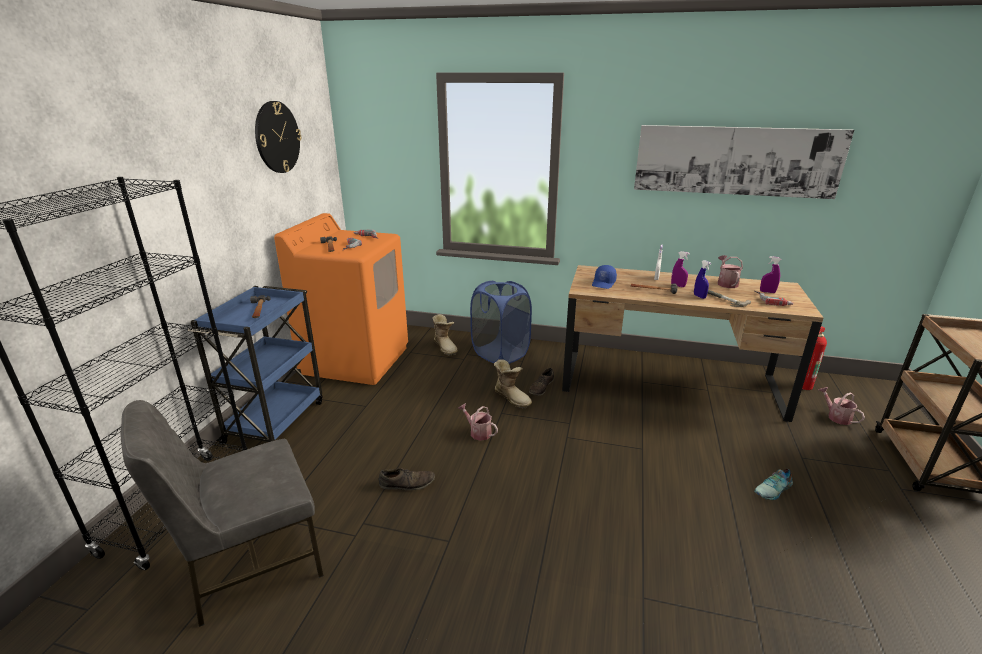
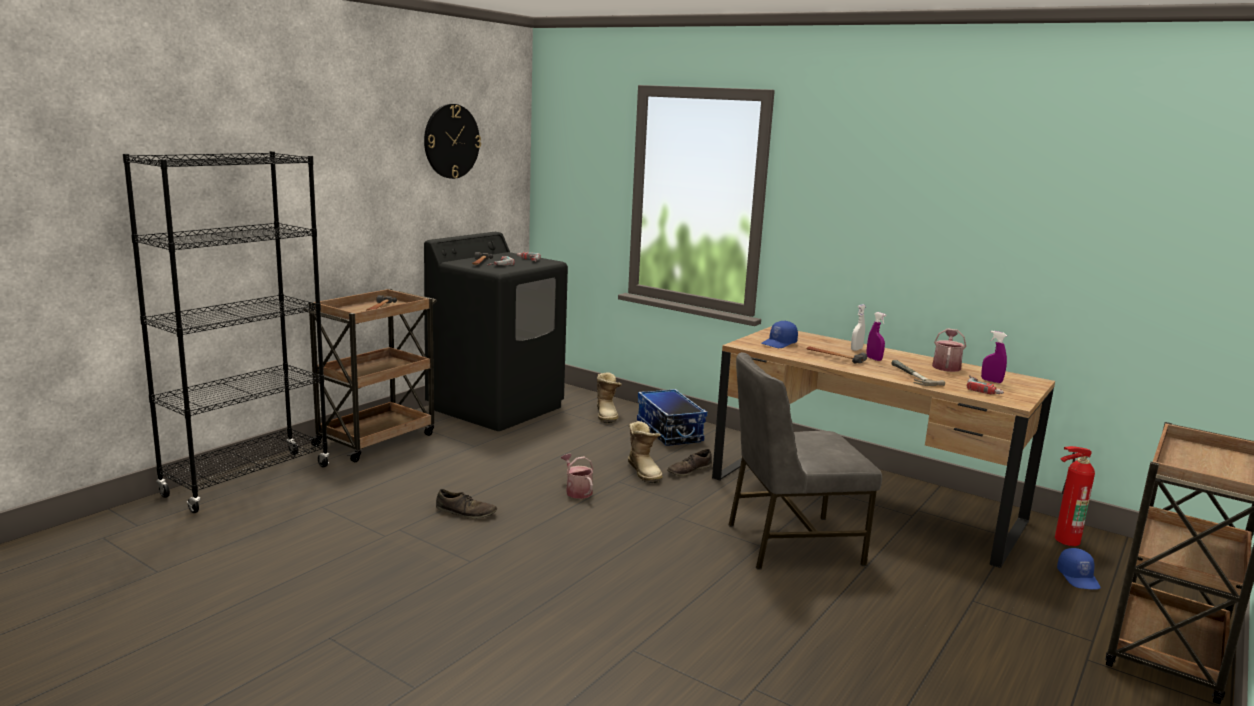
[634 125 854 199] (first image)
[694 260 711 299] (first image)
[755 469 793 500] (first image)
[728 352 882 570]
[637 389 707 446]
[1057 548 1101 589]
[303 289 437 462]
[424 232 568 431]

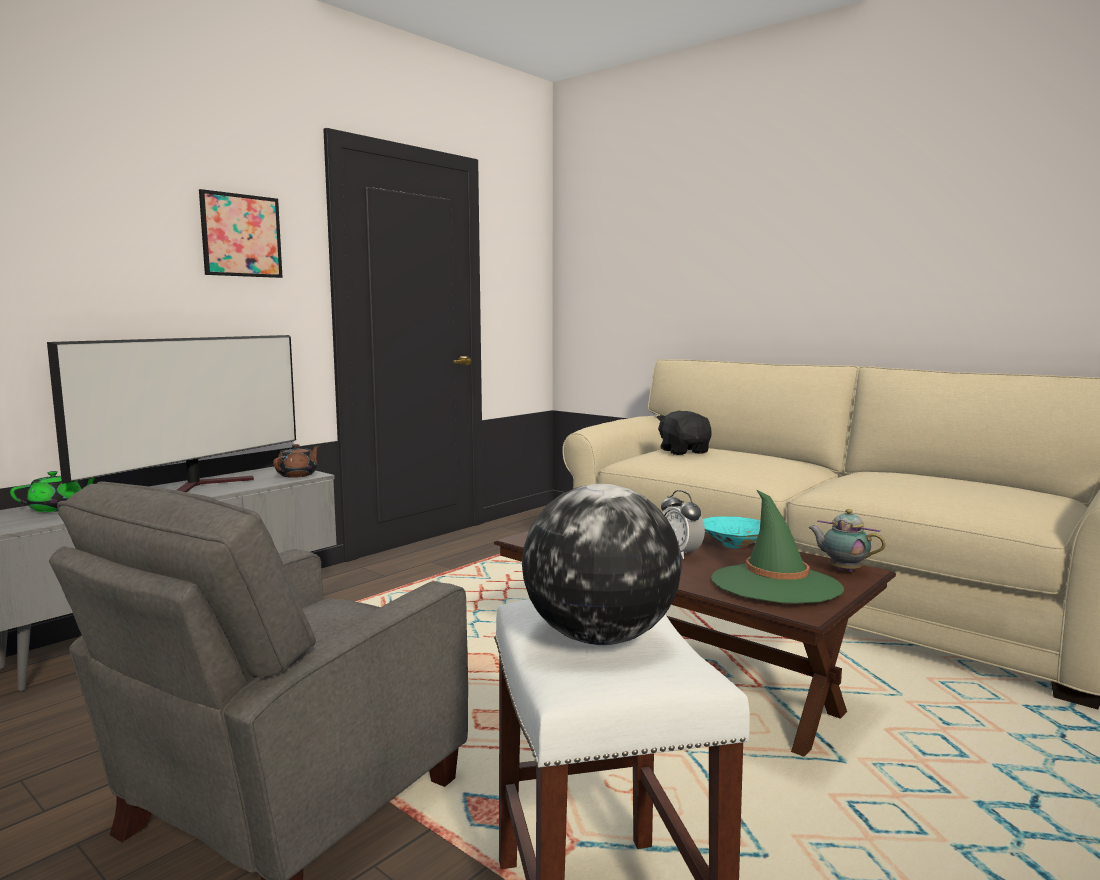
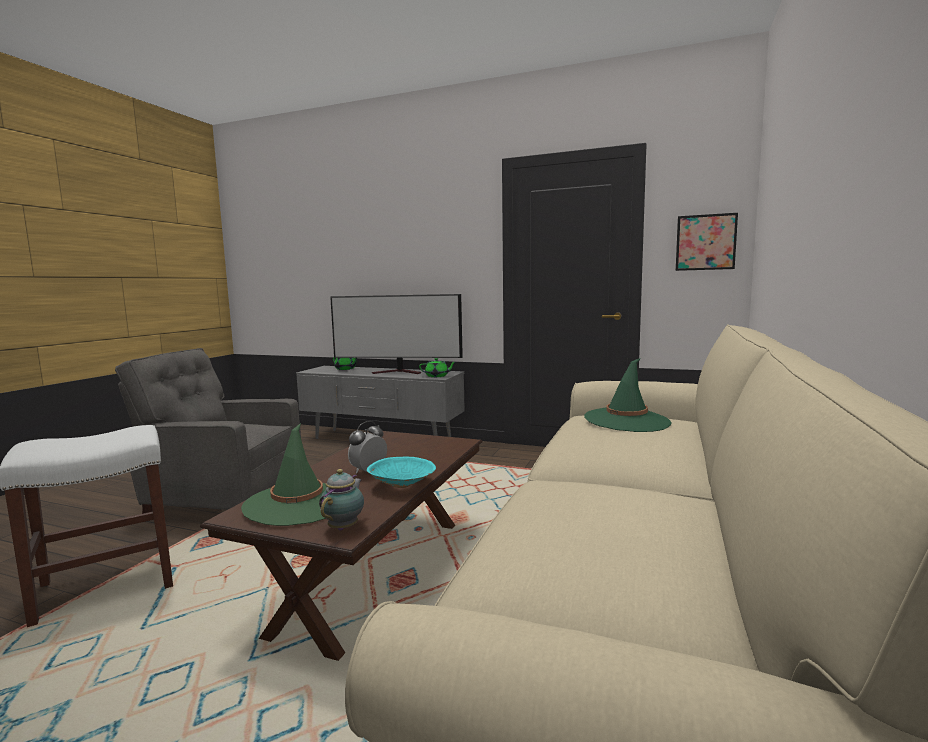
[522 484 682 645] (first image)
[676 213 738 271]
[584 358 671 432]
[419 358 455 377]

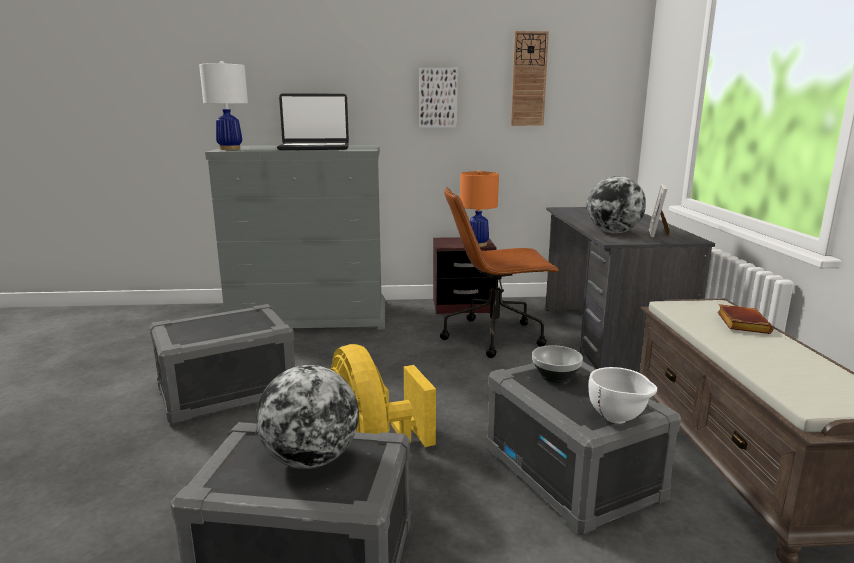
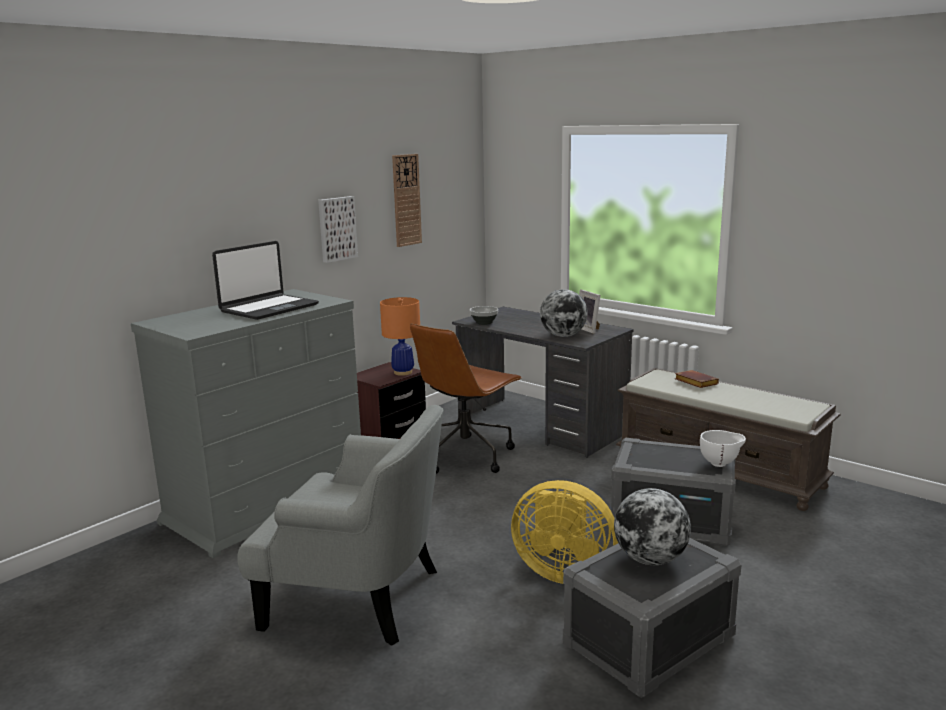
[199 61 248 150] (first image)
[470 306 498 325]
[237 405 443 646]

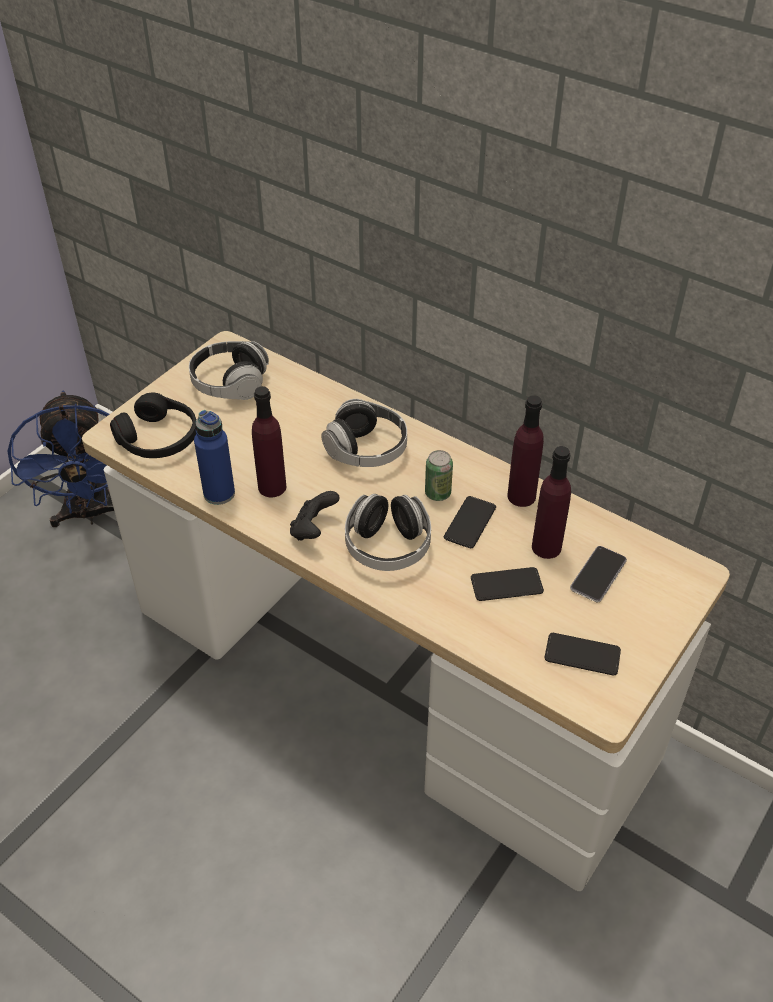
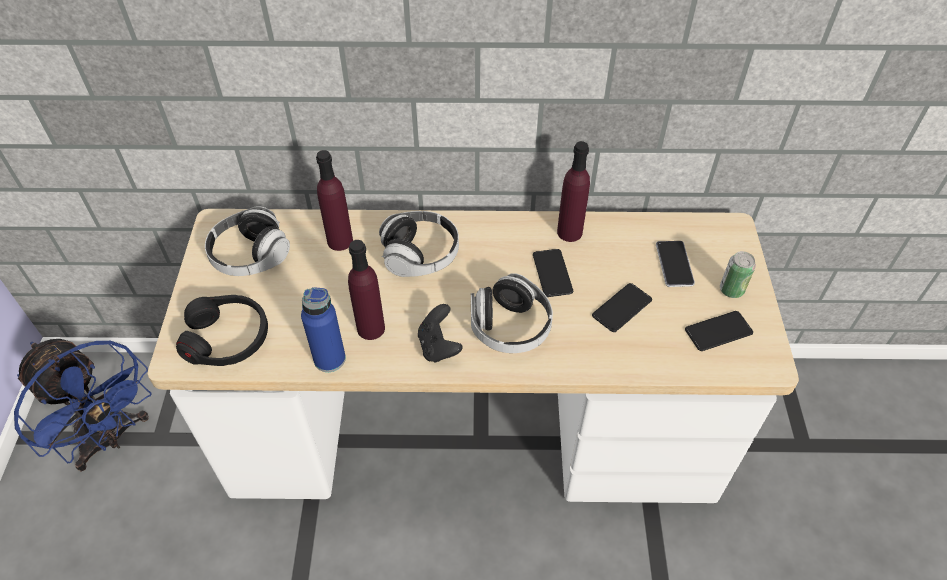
[720 251 756 298]
[316 150 353 251]

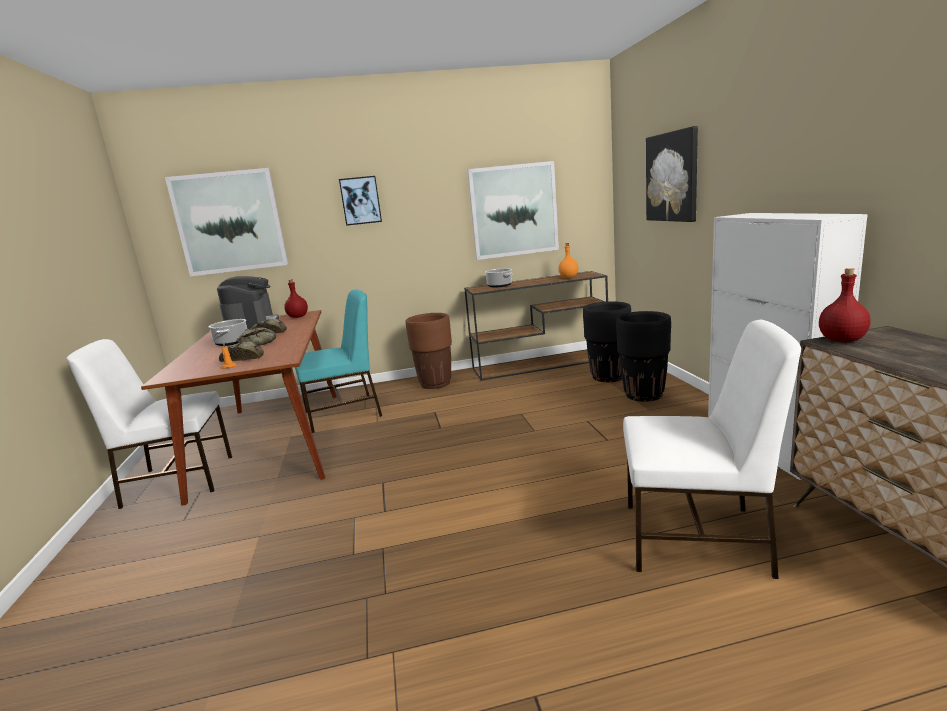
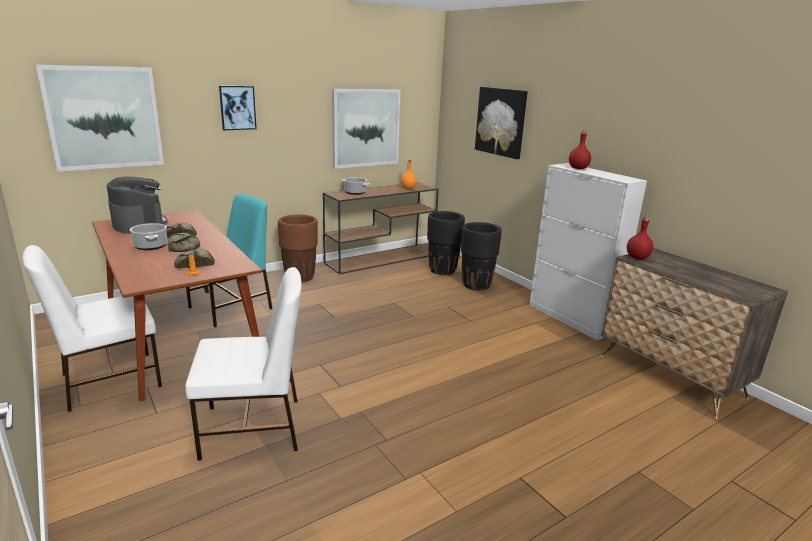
[569 130 591 169]
[185 267 301 461]

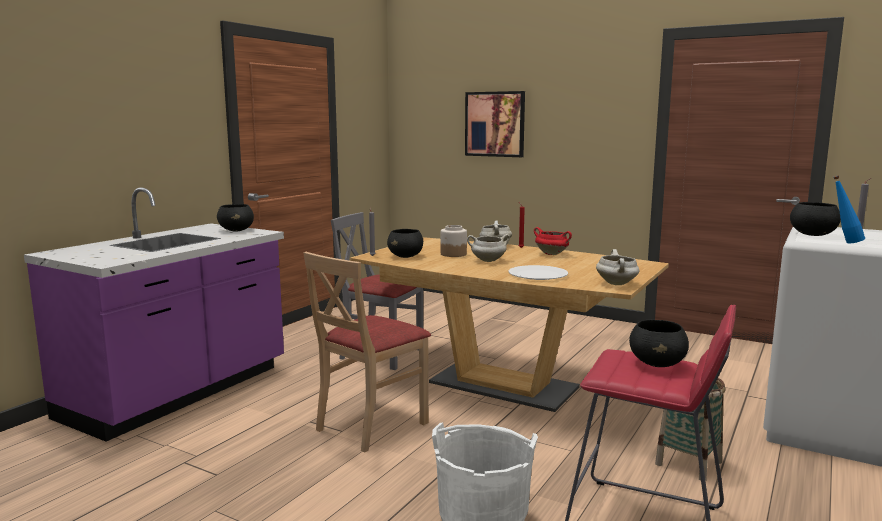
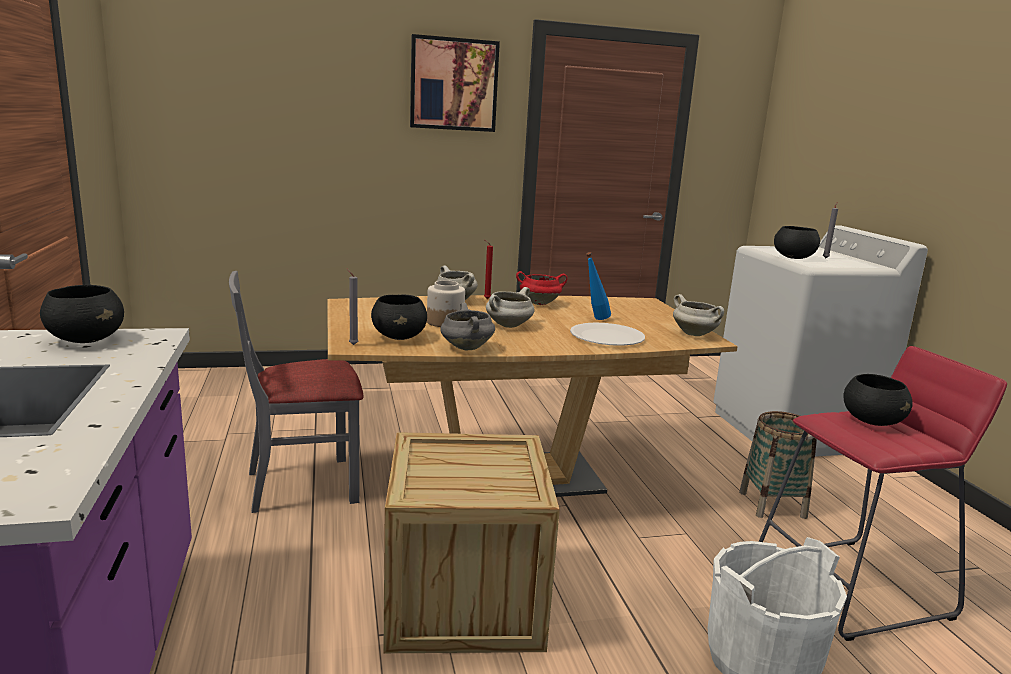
[440 303 495 350]
[410 34 500 132]
[586 252 611 320]
[383 432 560 653]

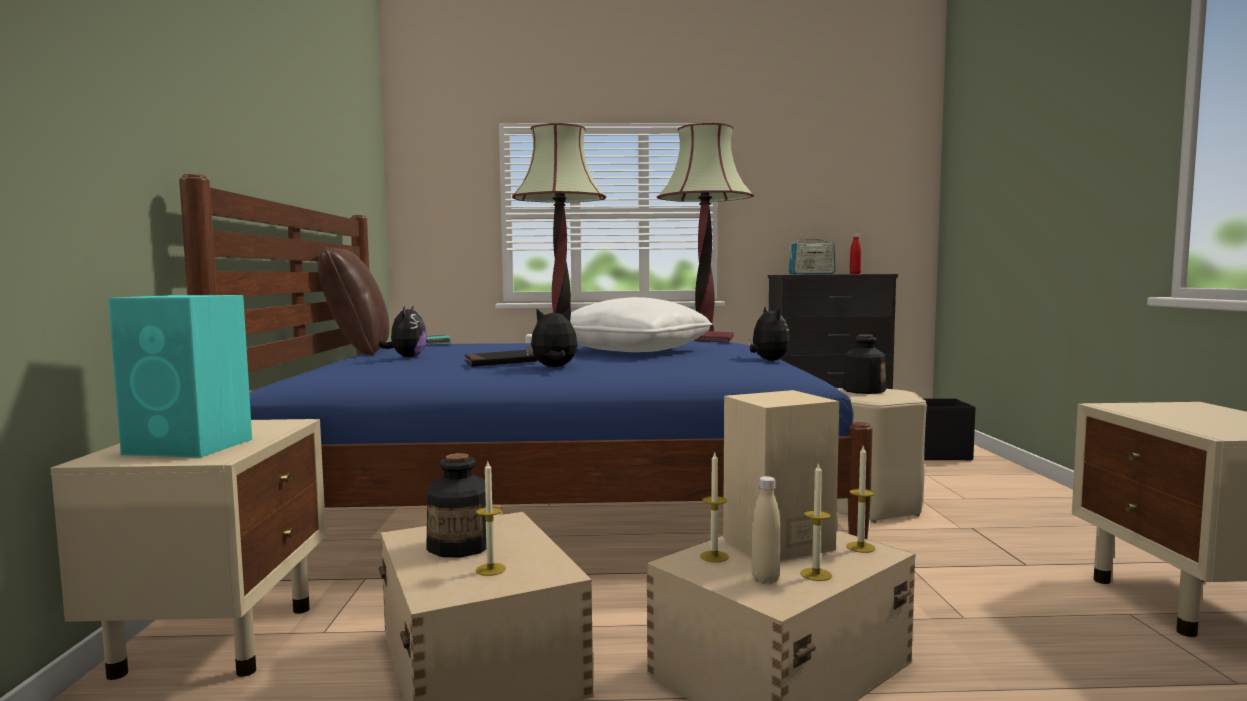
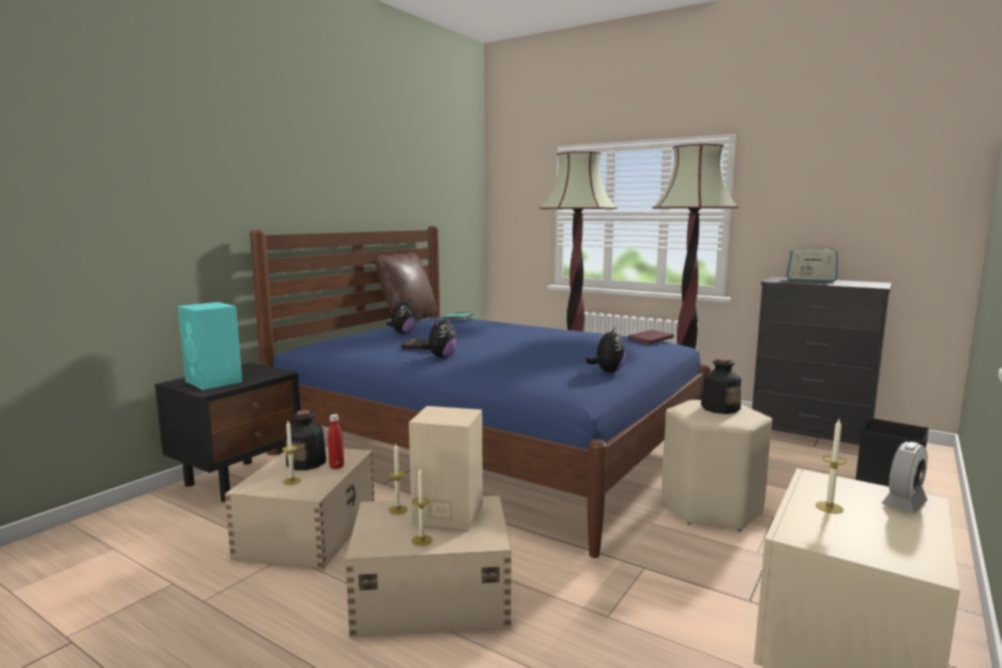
[570 297 712 352] (first image)
[751 476 780 584] (first image)
[882 442 928 513]
[815 419 847 514]
[328 414 344 469]
[155 363 301 502]
[422 316 458 358]

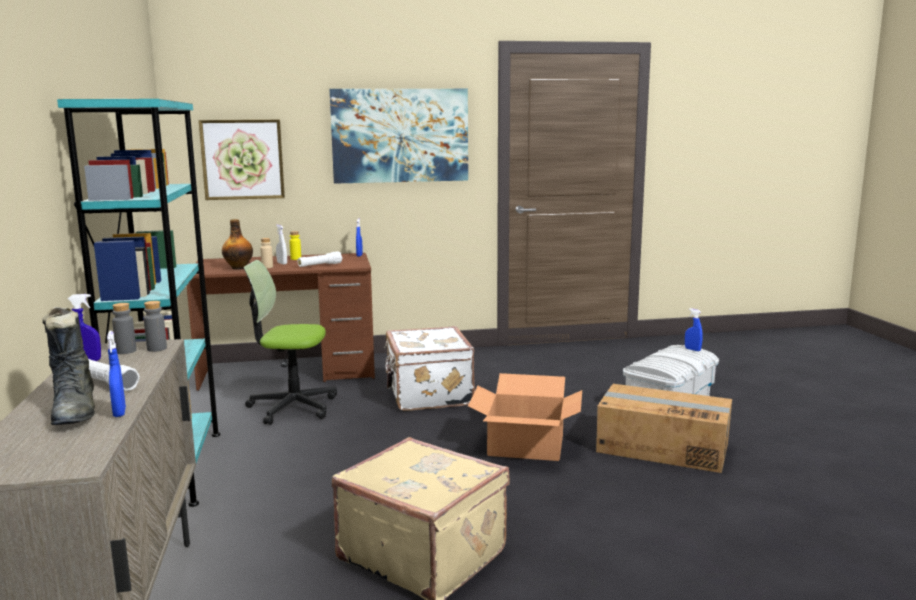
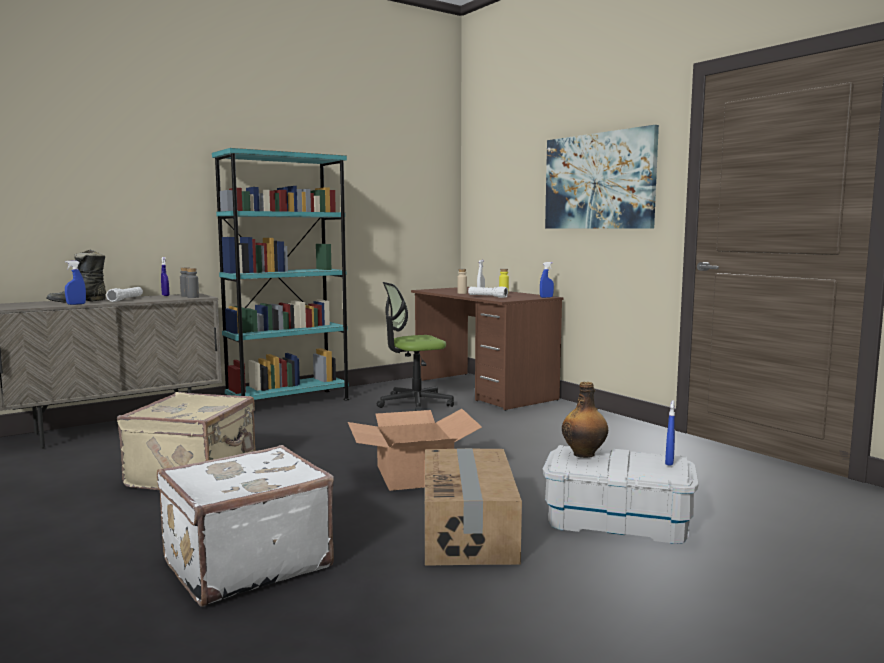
[199 120 285 200] (first image)
[562 382 608 458]
[157 445 334 607]
[377 282 454 411]

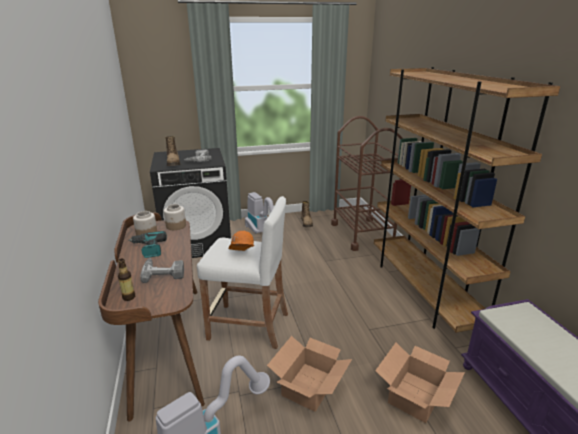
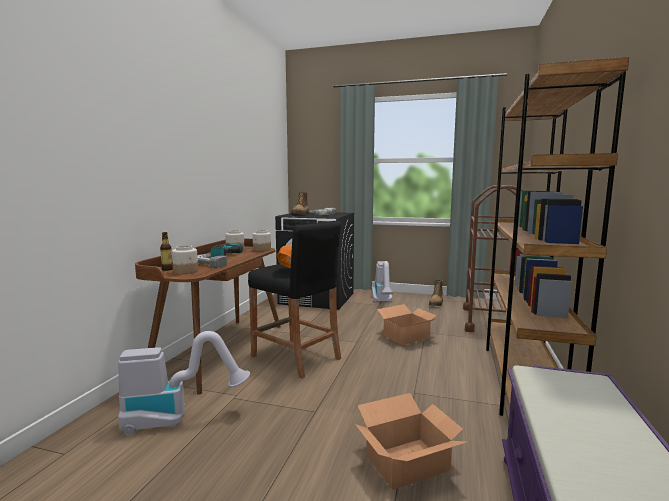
[172 245 198 274]
[377 304 438 345]
[248 220 342 379]

